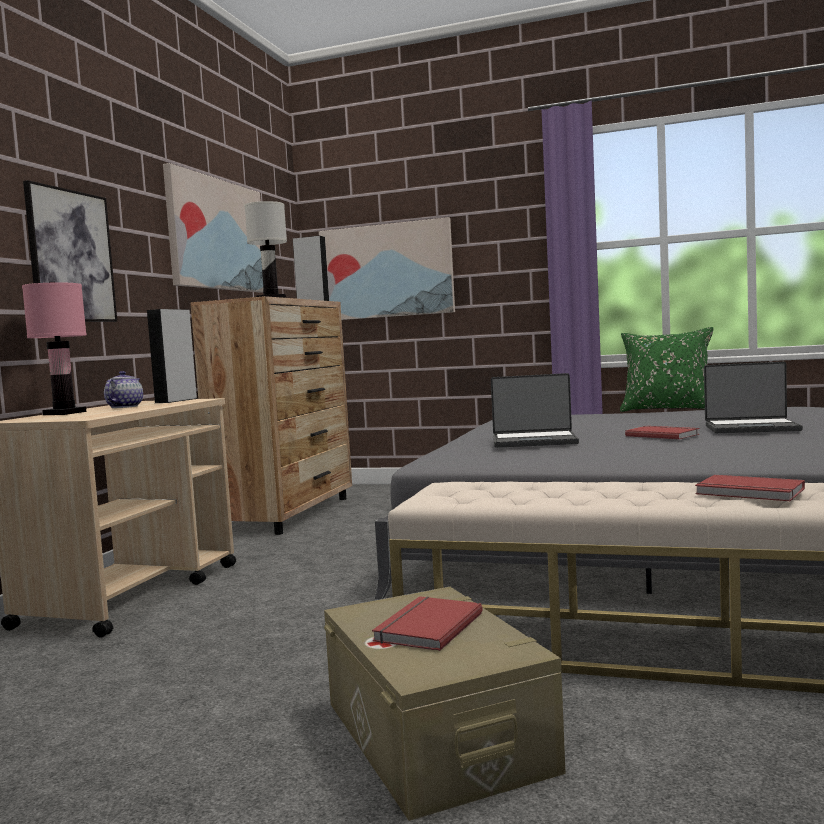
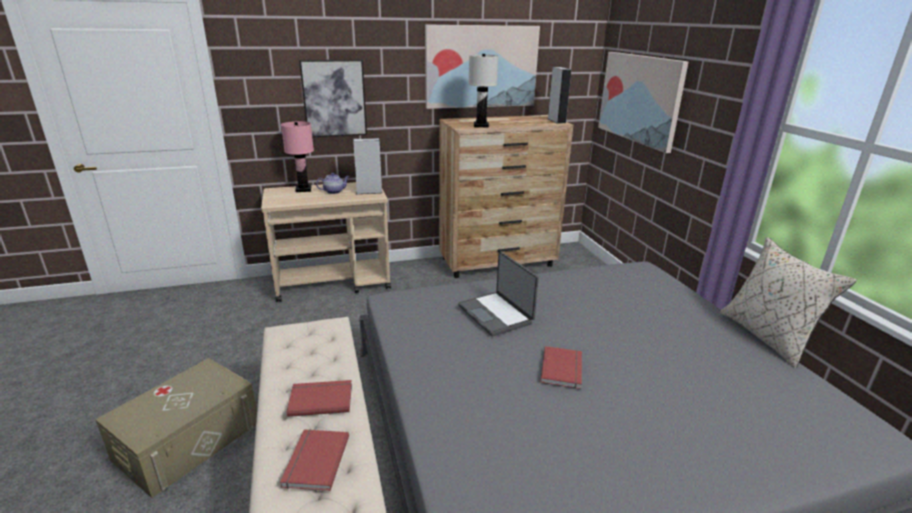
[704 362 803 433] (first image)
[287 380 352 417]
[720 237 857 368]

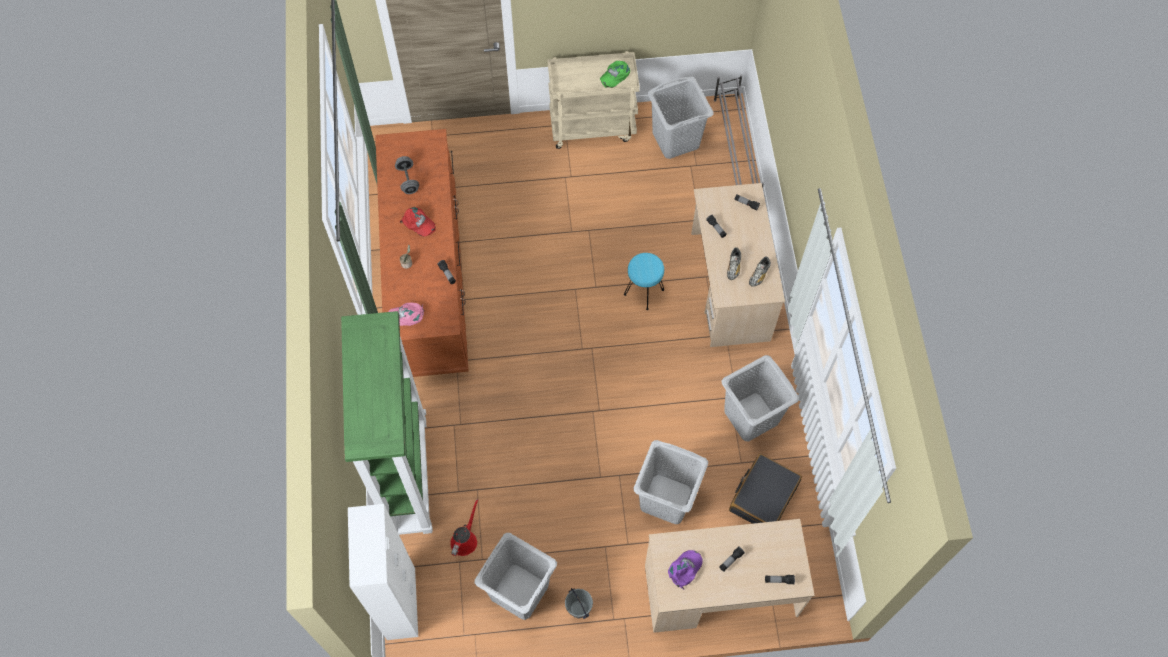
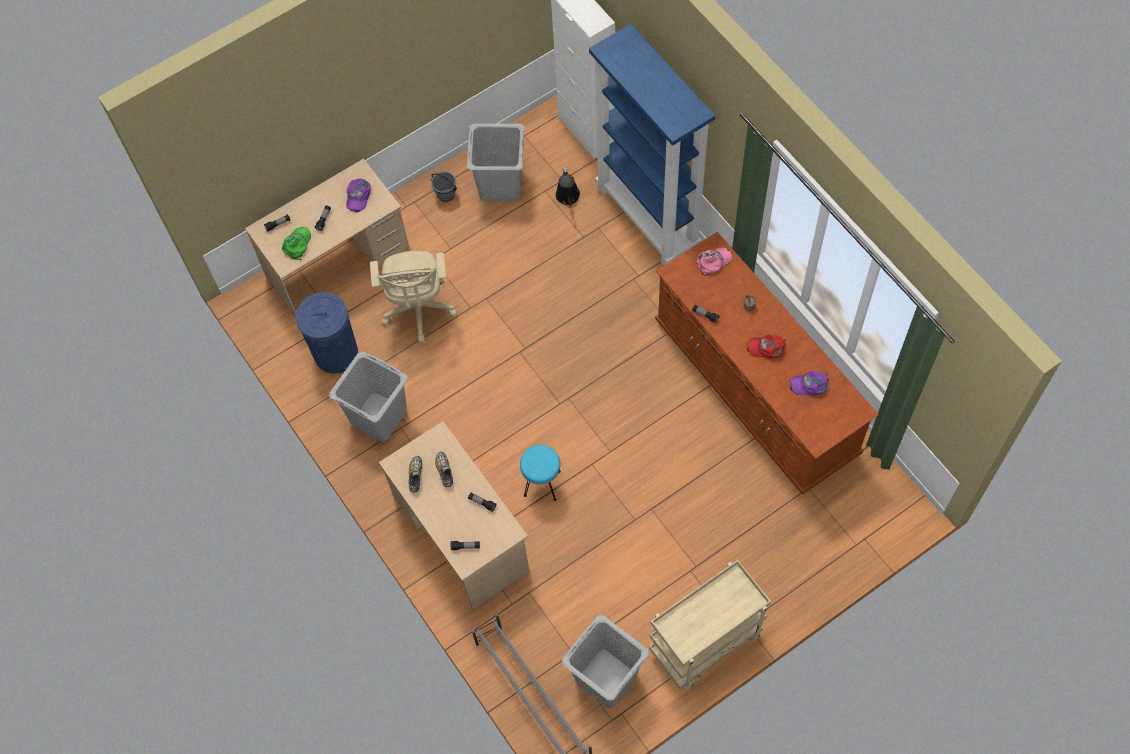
[282 227 311 260]
[790 371 829 396]
[370 251 457 343]
[296 292 358 373]
[589 24 715 265]
[556 167 580 208]

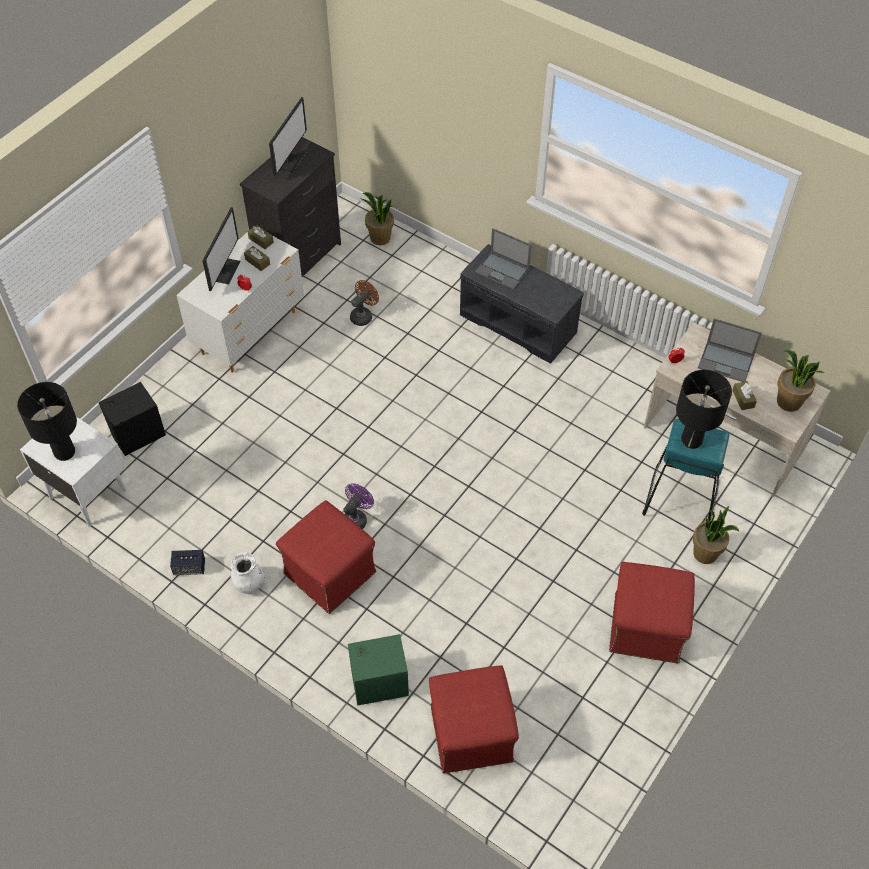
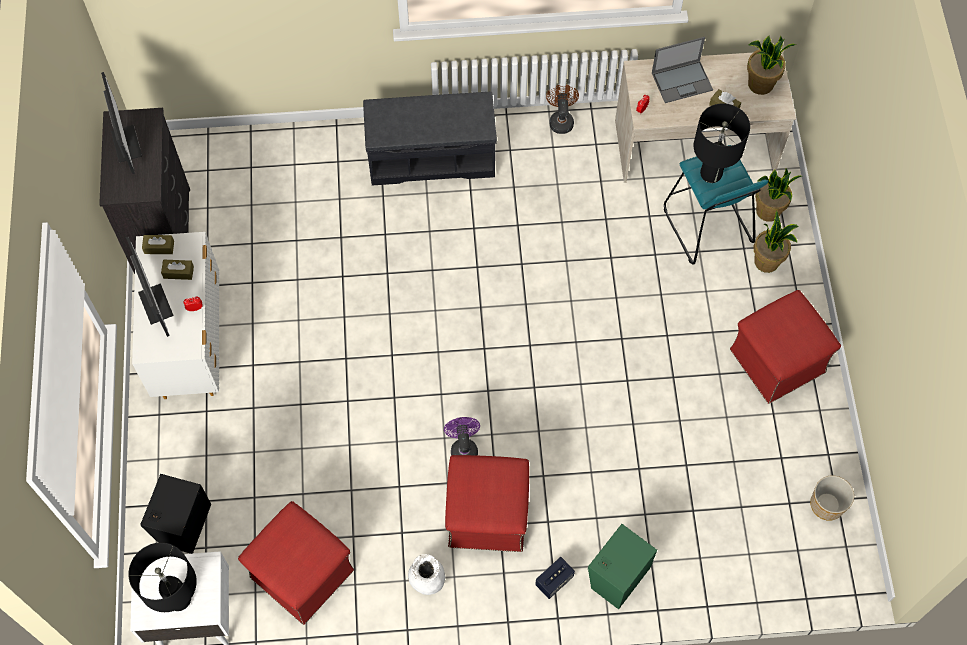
[475 228 532 290] (first image)
[810 475 854 521]
[535 557 575 599]
[546 85 579 134]
[755 169 802 222]
[238 501 354 625]

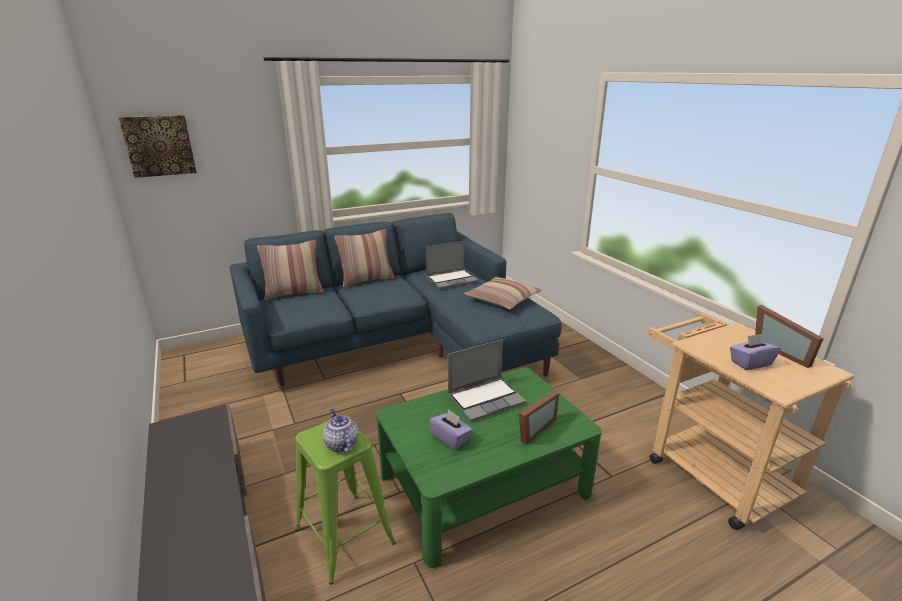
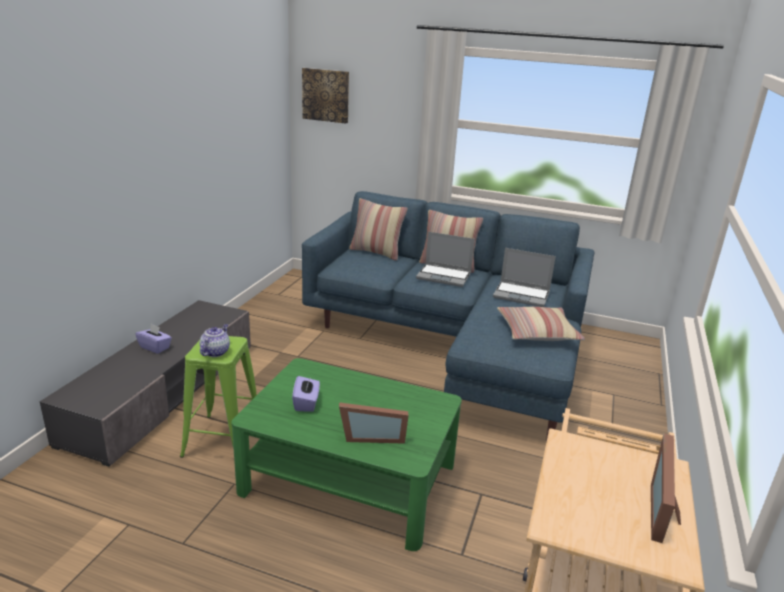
[416 232 475 287]
[135 324 172 354]

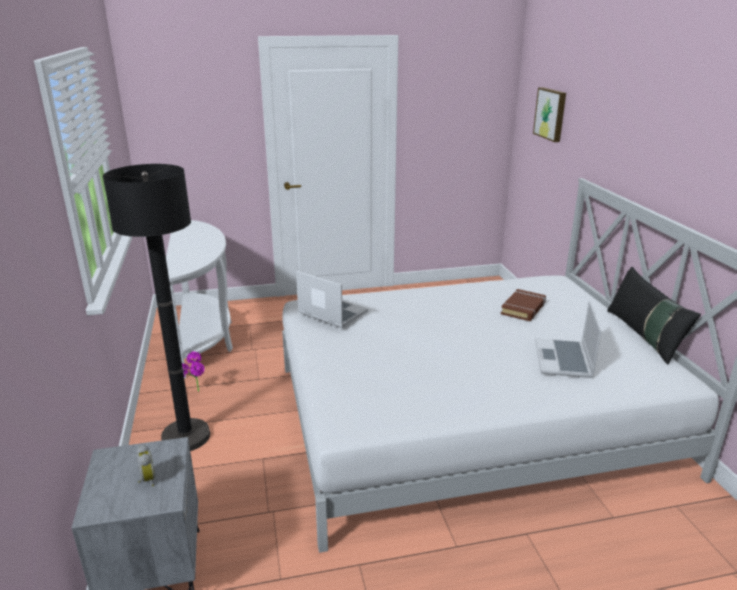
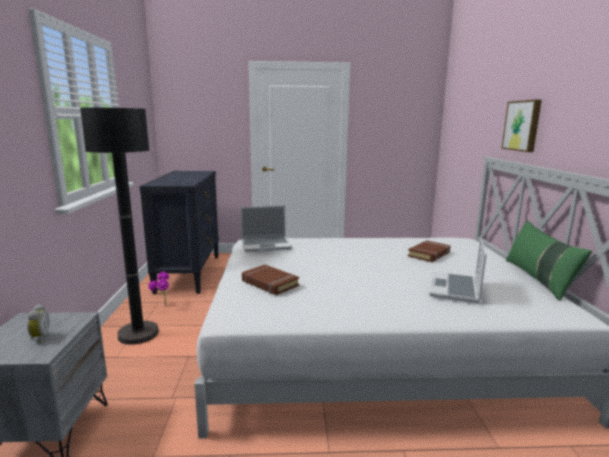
[242 265 299 295]
[501 100 542 152]
[139 171 219 294]
[506 221 592 301]
[240 205 292 252]

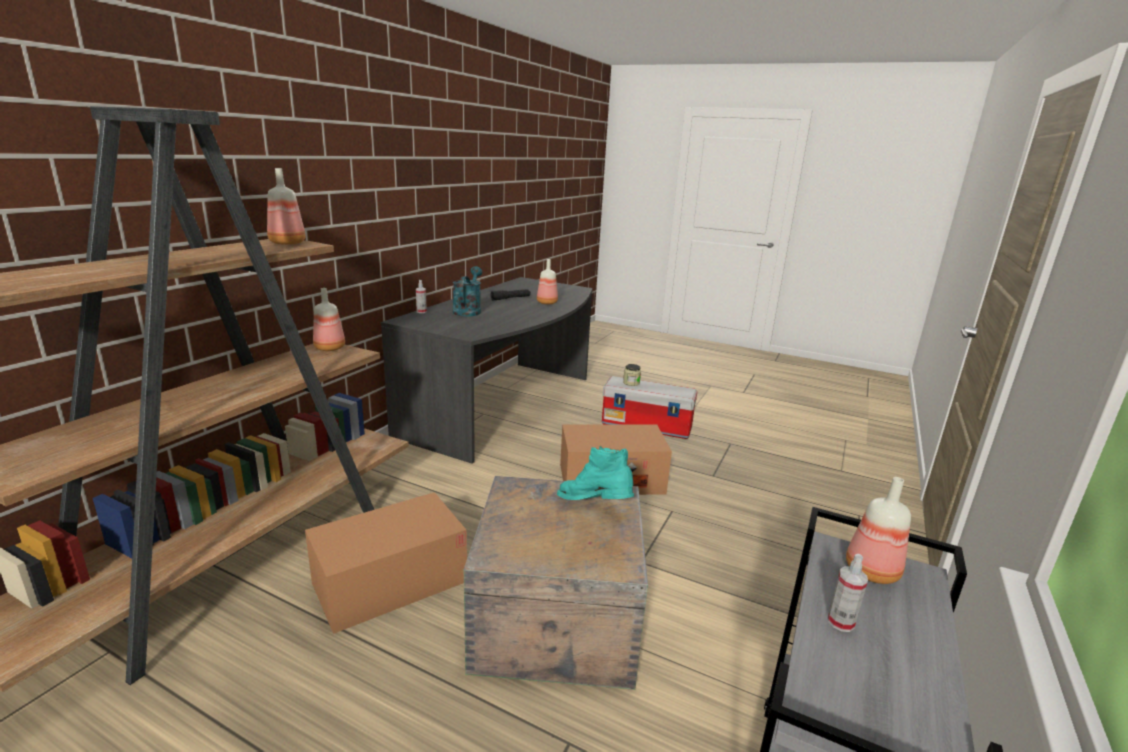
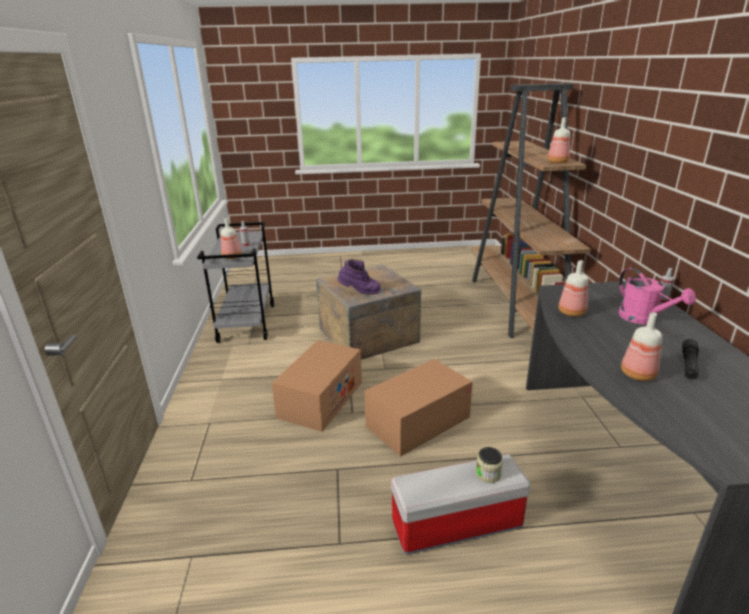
[272 340 362 432]
[559 260 588 317]
[619 268 696 324]
[338 259 381 295]

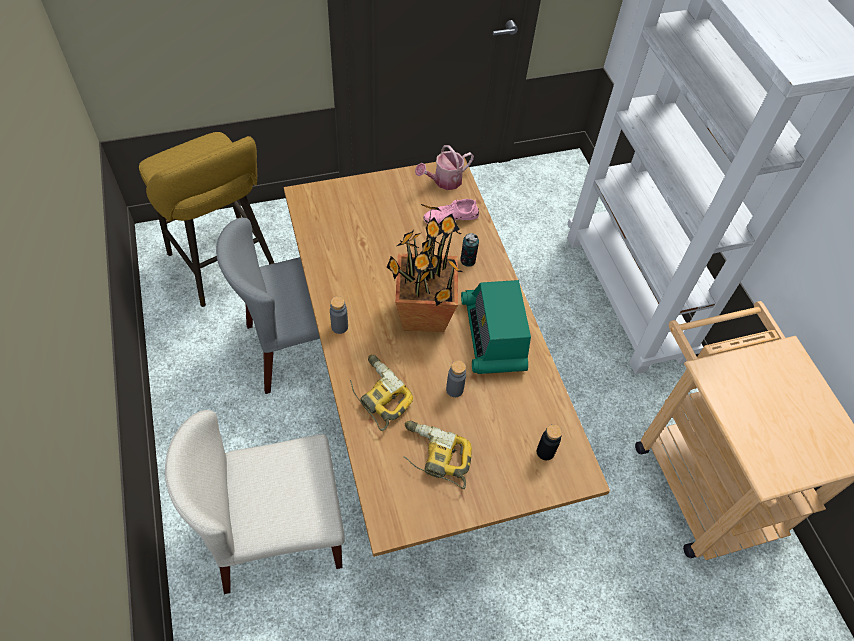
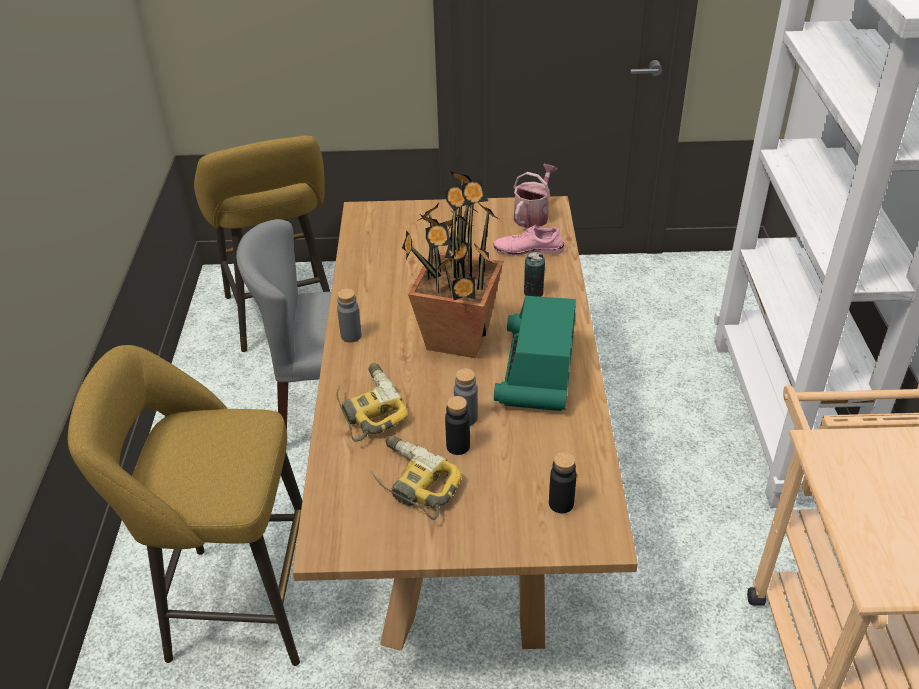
[445 396 470 455]
[68 345 302 666]
[513 164 557 228]

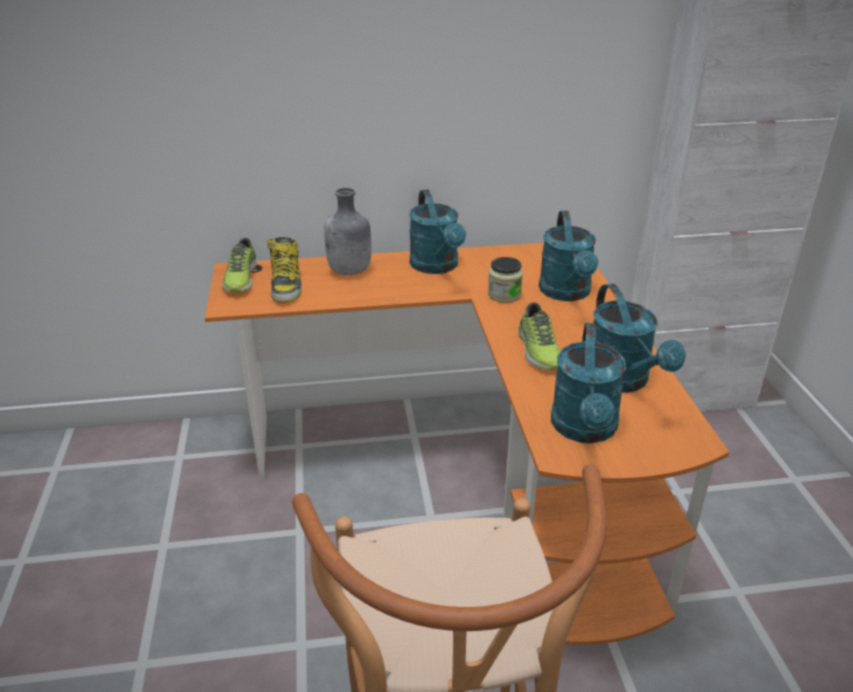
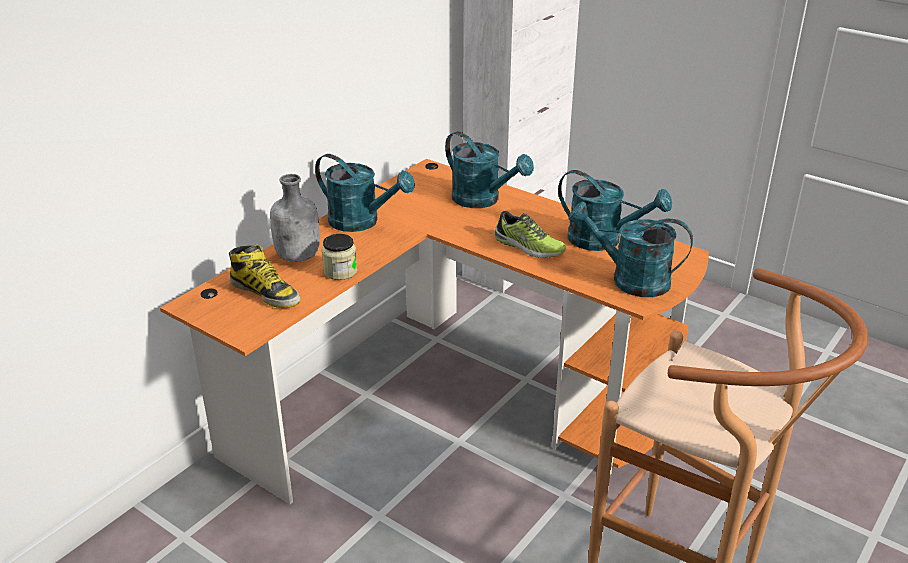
[222 238 257 292] (first image)
[322 234 357 280]
[569 201 693 297]

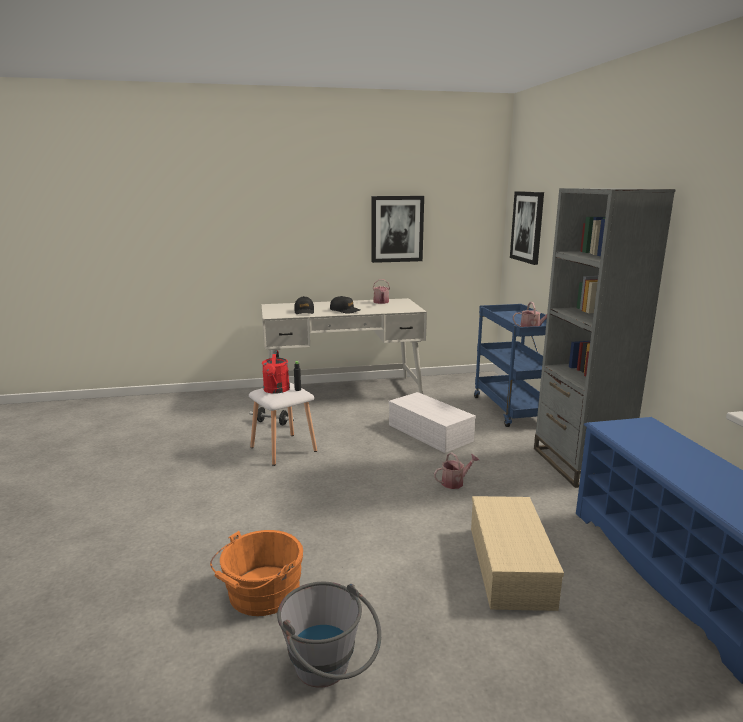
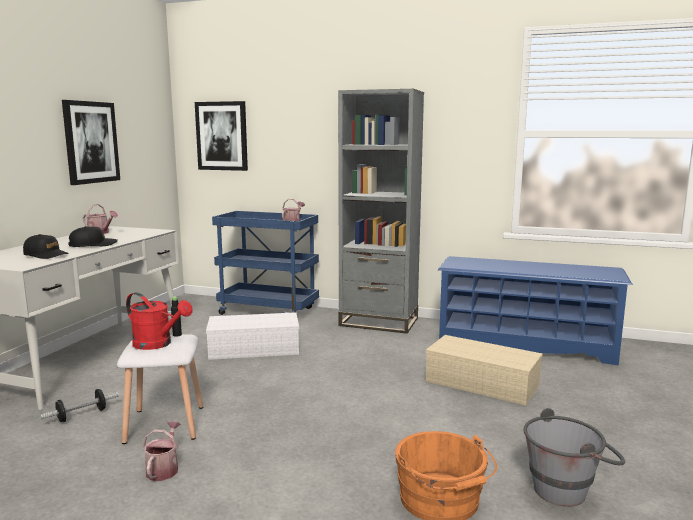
[143 421 181 481]

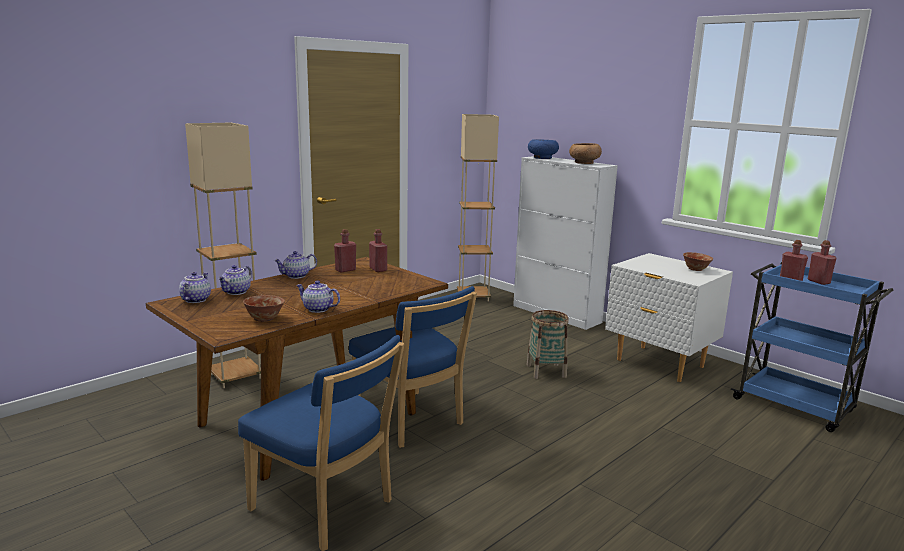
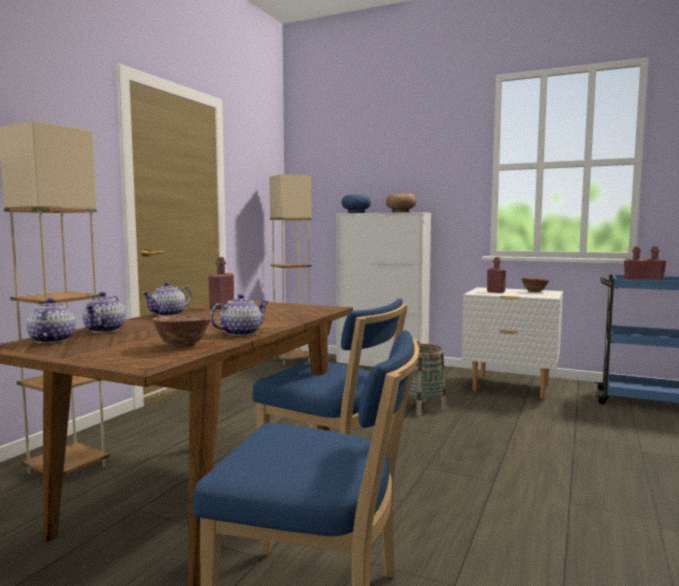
[487 257 506 293]
[210 294 269 336]

